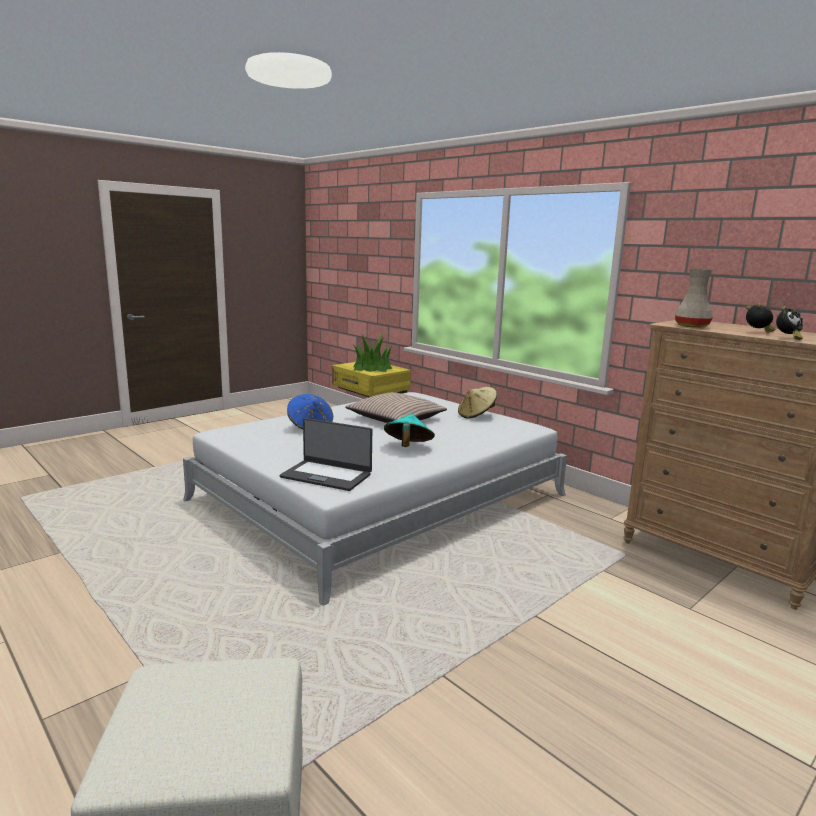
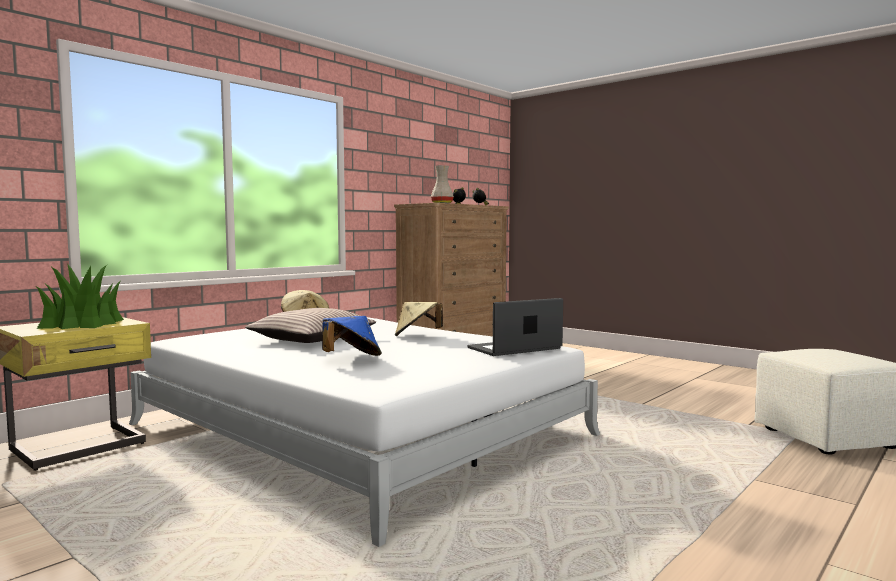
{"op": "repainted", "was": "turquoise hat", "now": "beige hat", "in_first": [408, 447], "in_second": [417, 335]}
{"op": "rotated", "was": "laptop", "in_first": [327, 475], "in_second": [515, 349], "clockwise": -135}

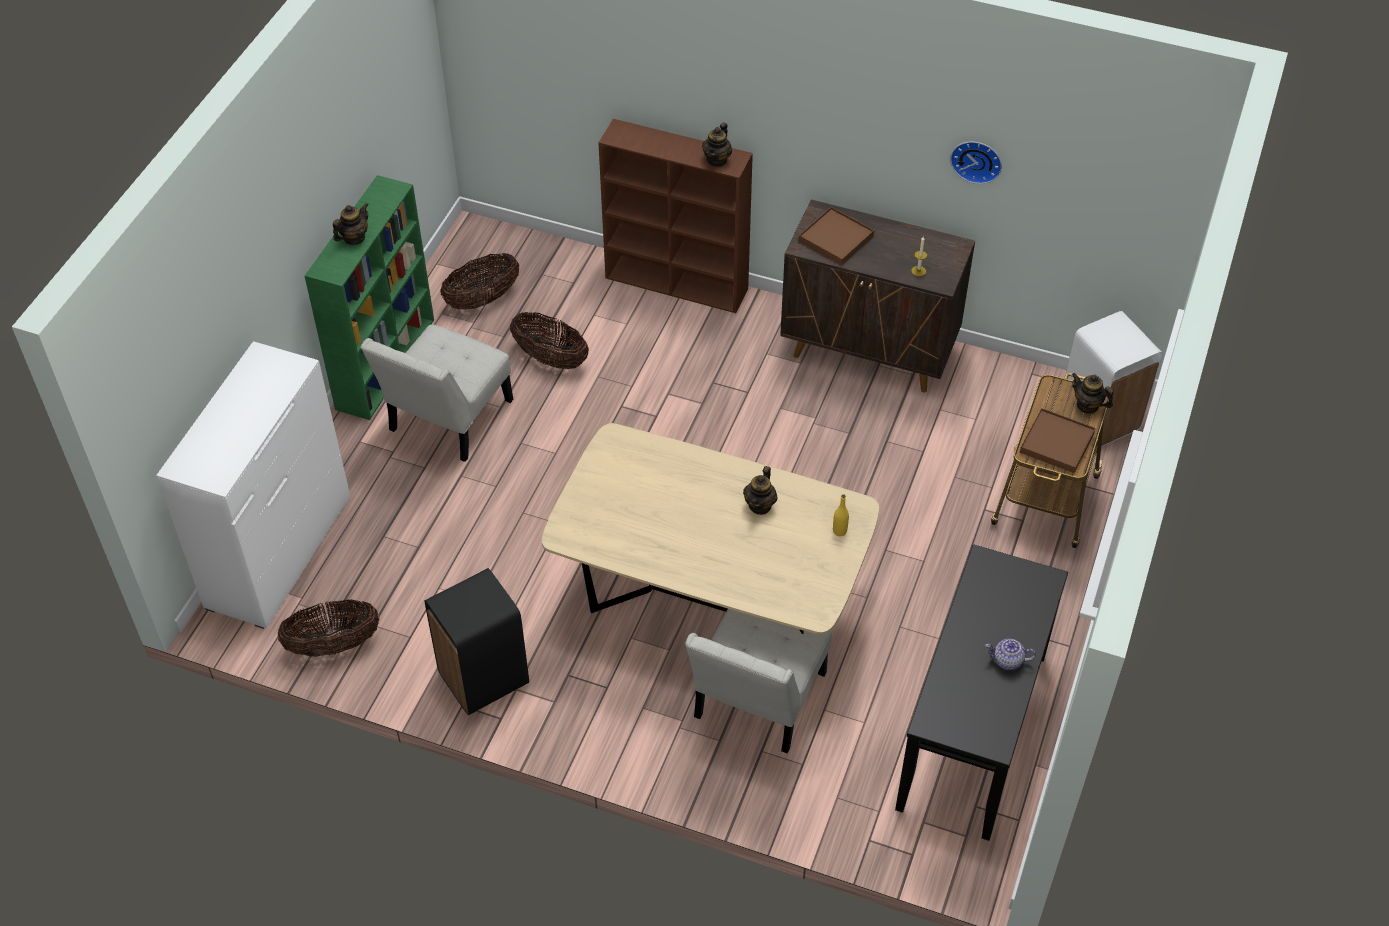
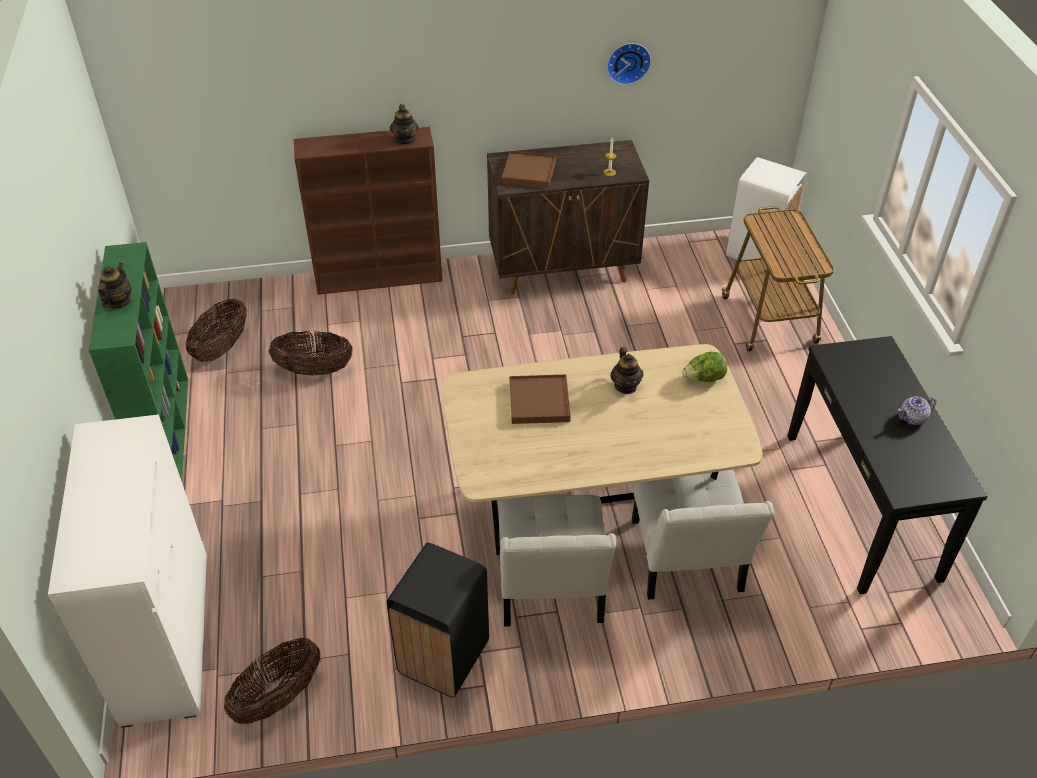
{"op": "shifted", "was": "white chair", "in_first": [447, 420], "in_second": [550, 589]}
{"op": "shifted", "was": "brown tray", "in_first": [1057, 443], "in_second": [539, 401]}
{"op": "swapped", "was": "yellow bottle", "now": "lettuce", "in_first": [839, 531], "in_second": [704, 379]}
{"op": "gone", "was": "teapot", "in_first": [1087, 405]}

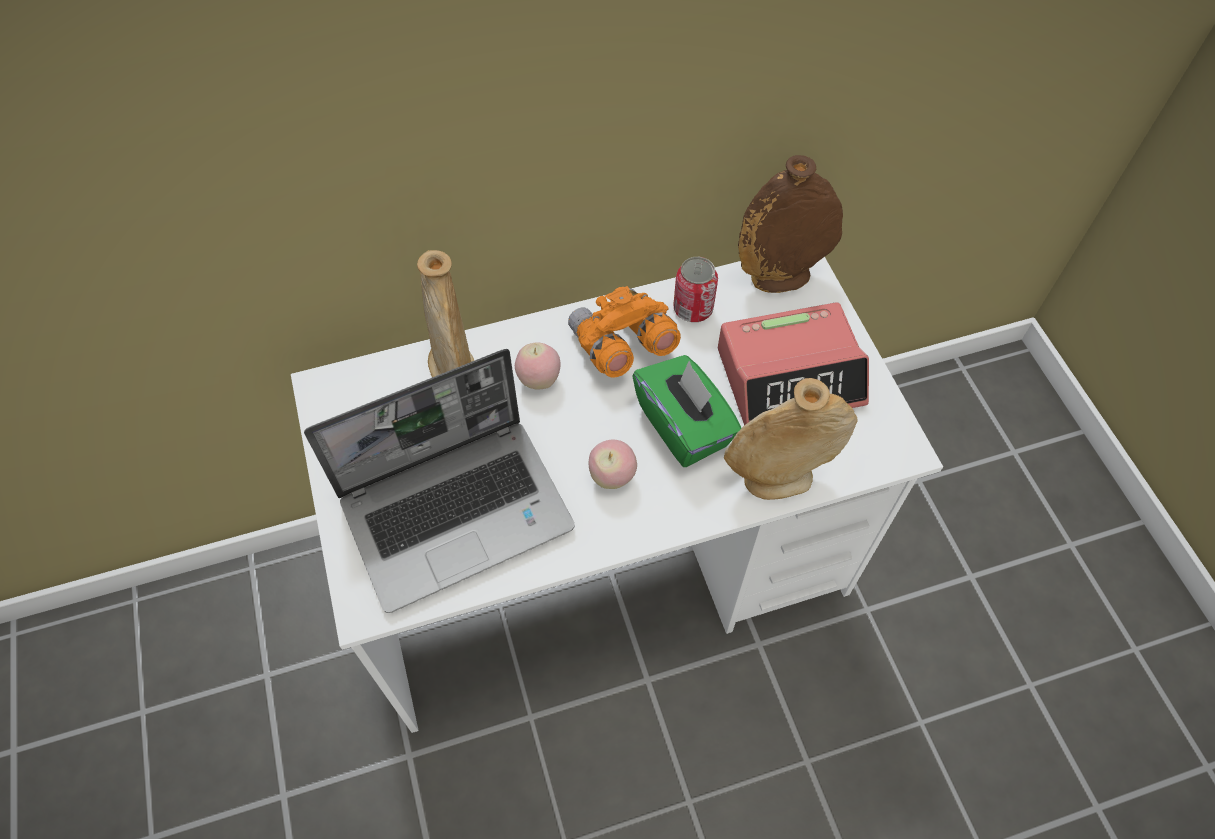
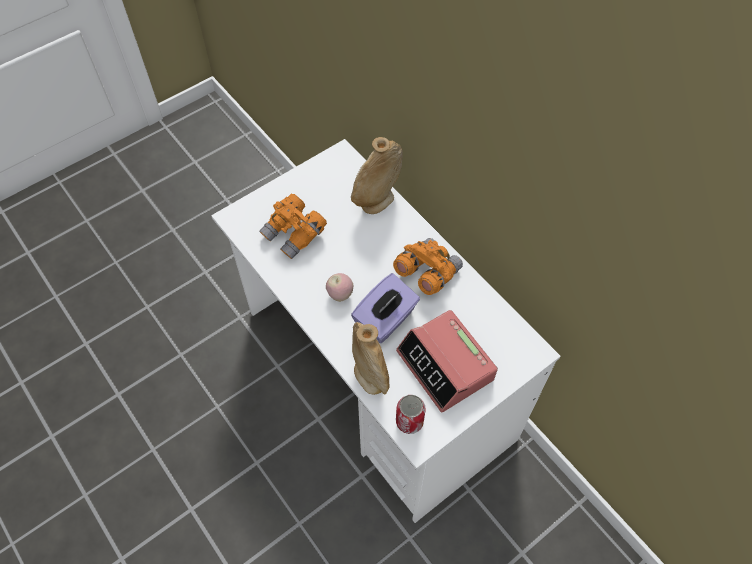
{"op": "swapped", "was": "laptop", "now": "orange binoculars", "in_first": [458, 511], "in_second": [294, 234]}
{"op": "repainted", "was": "green tissue box", "now": "purple tissue box", "in_first": [684, 426], "in_second": [386, 319]}
{"op": "shifted", "was": "can", "in_first": [693, 309], "in_second": [409, 421]}
{"op": "gone", "was": "apple", "in_first": [539, 380]}
{"op": "gone", "was": "brown vase", "in_first": [780, 277]}

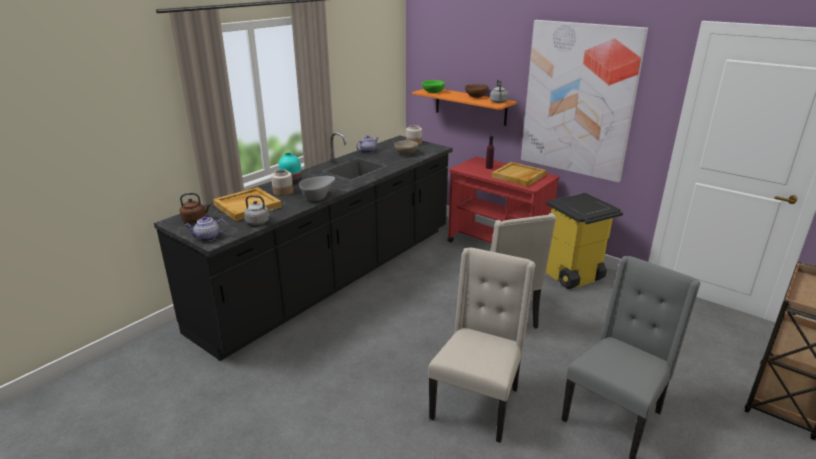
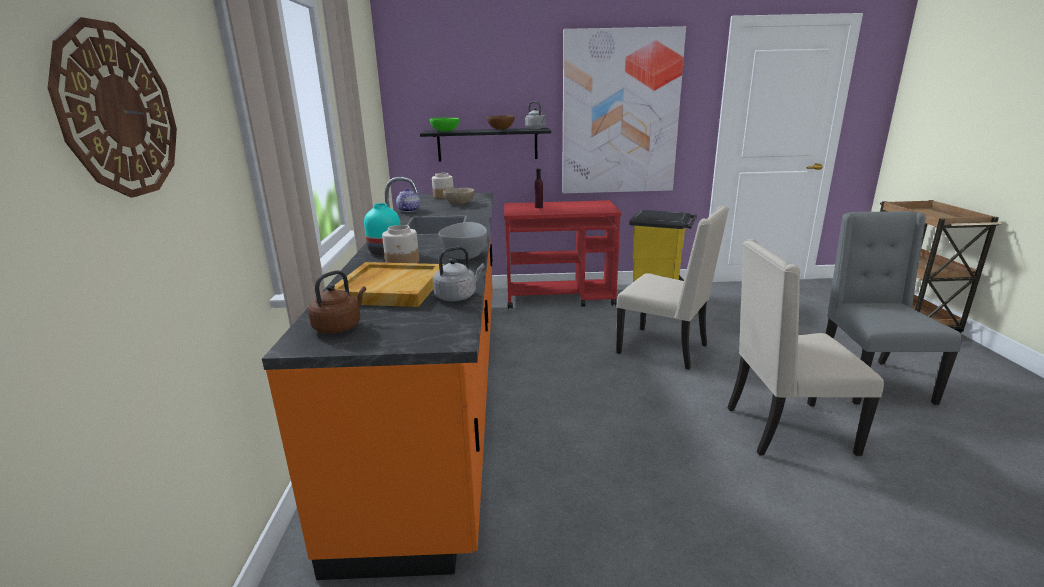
{"op": "new", "now": "wall clock", "in_second": [118, 111]}
{"op": "repainted", "was": "black counter", "now": "orange counter", "in_first": [334, 276], "in_second": [441, 388]}
{"op": "repainted", "was": "orange shelf", "now": "black shelf", "in_first": [470, 106], "in_second": [487, 144]}
{"op": "rotated", "was": "beige chair", "in_first": [477, 403], "in_second": [785, 430], "clockwise": -75}
{"op": "gone", "was": "teapot", "in_first": [207, 238]}
{"op": "gone", "was": "beige tray", "in_first": [518, 176]}

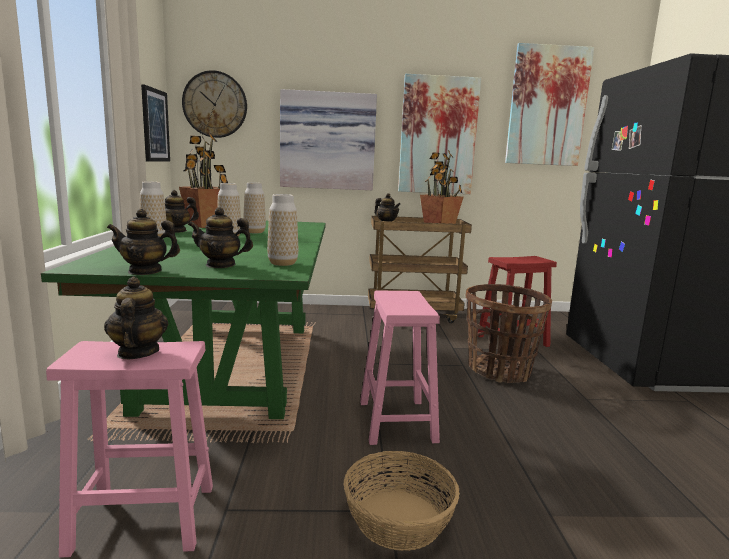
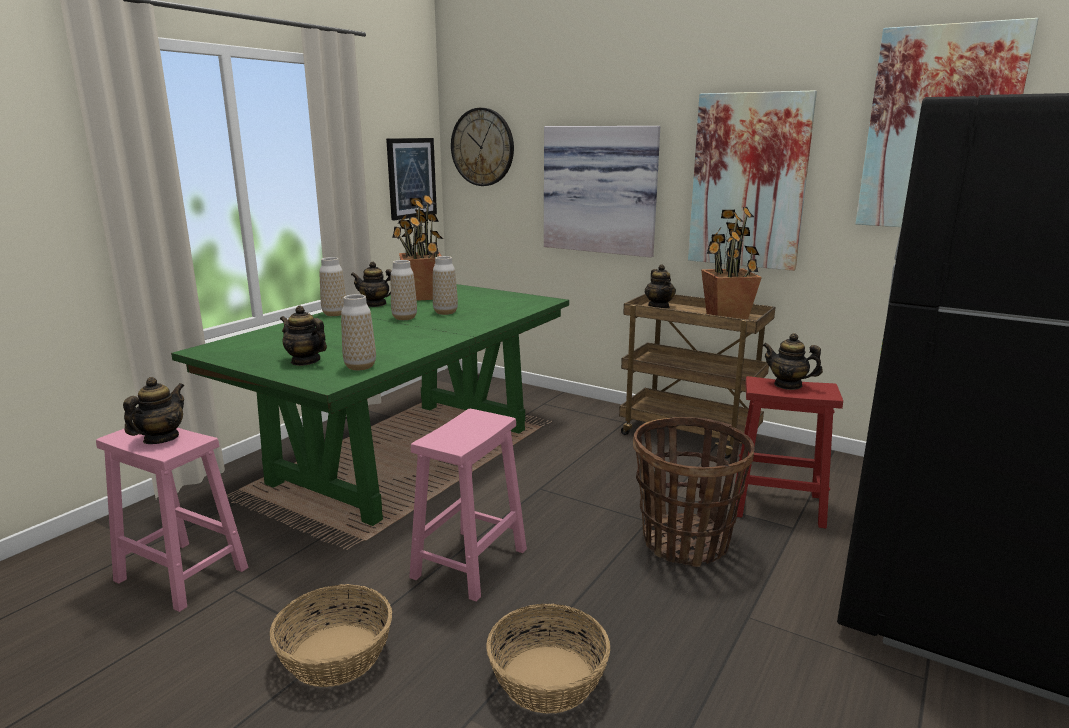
{"op": "new", "now": "basket", "in_second": [547, 679]}
{"op": "shifted", "was": "teapot", "in_first": [145, 271], "in_second": [788, 385]}

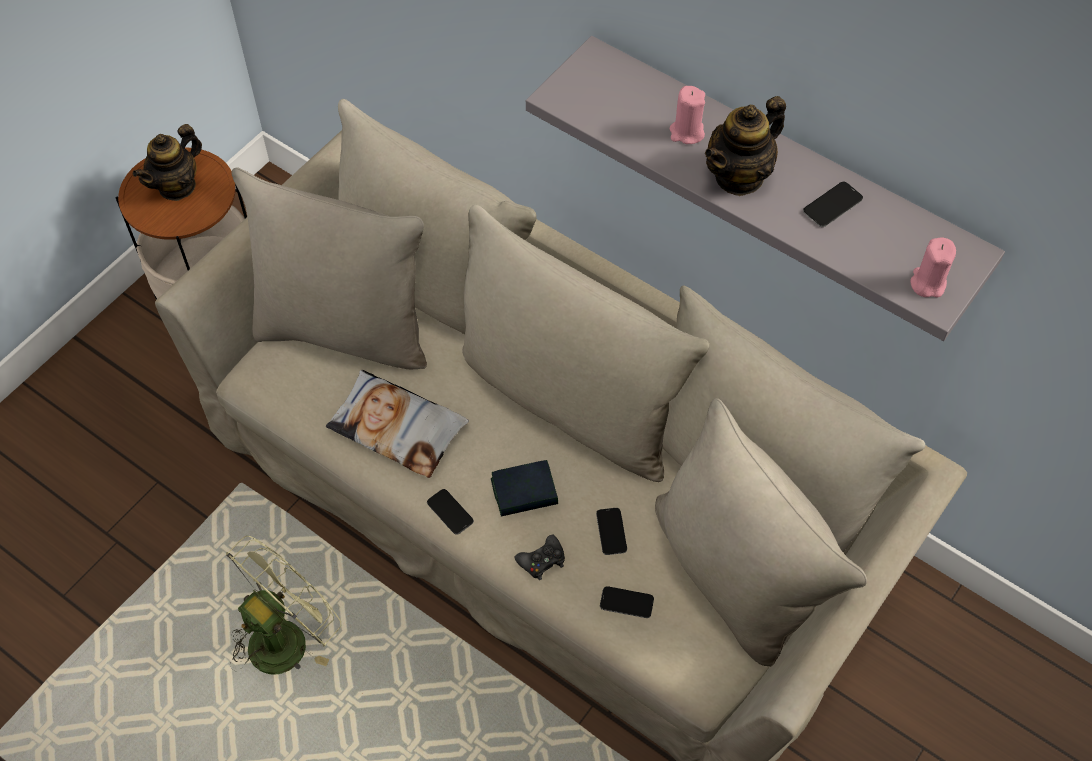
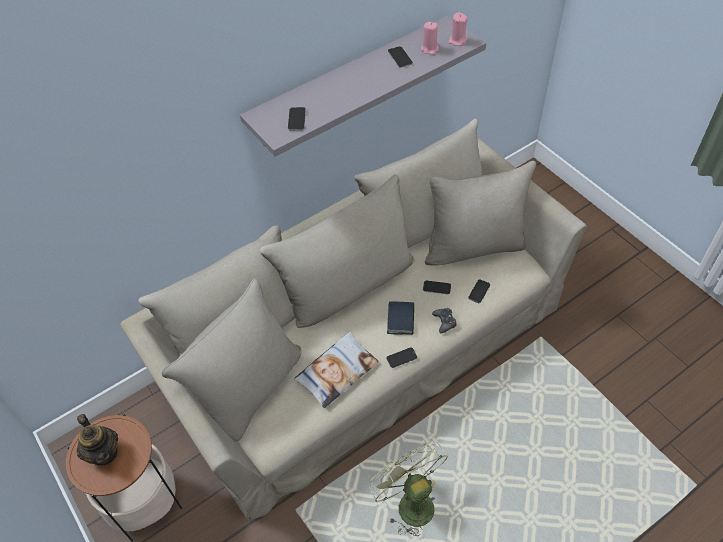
{"op": "new", "now": "phone", "in_second": [296, 119]}
{"op": "shifted", "was": "pink candle", "in_first": [686, 132], "in_second": [430, 49]}
{"op": "gone", "was": "teapot", "in_first": [739, 176]}

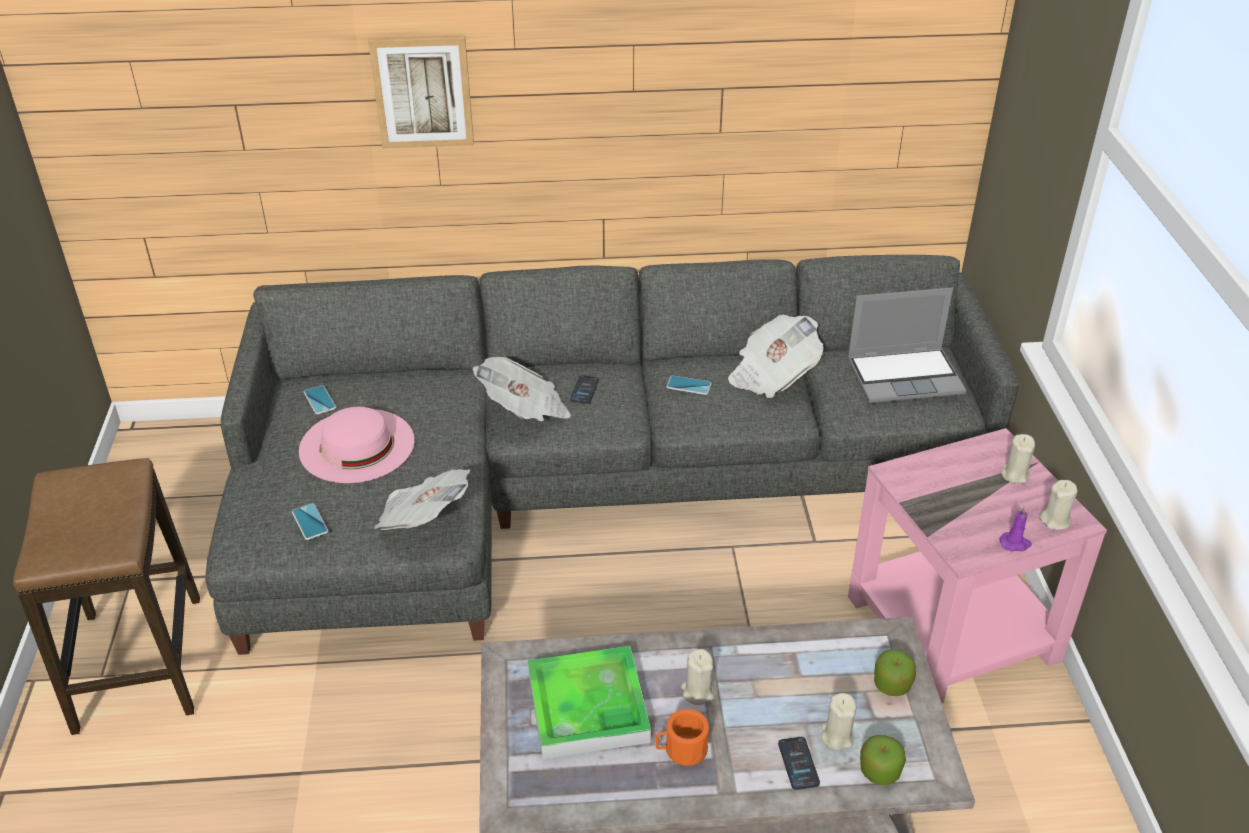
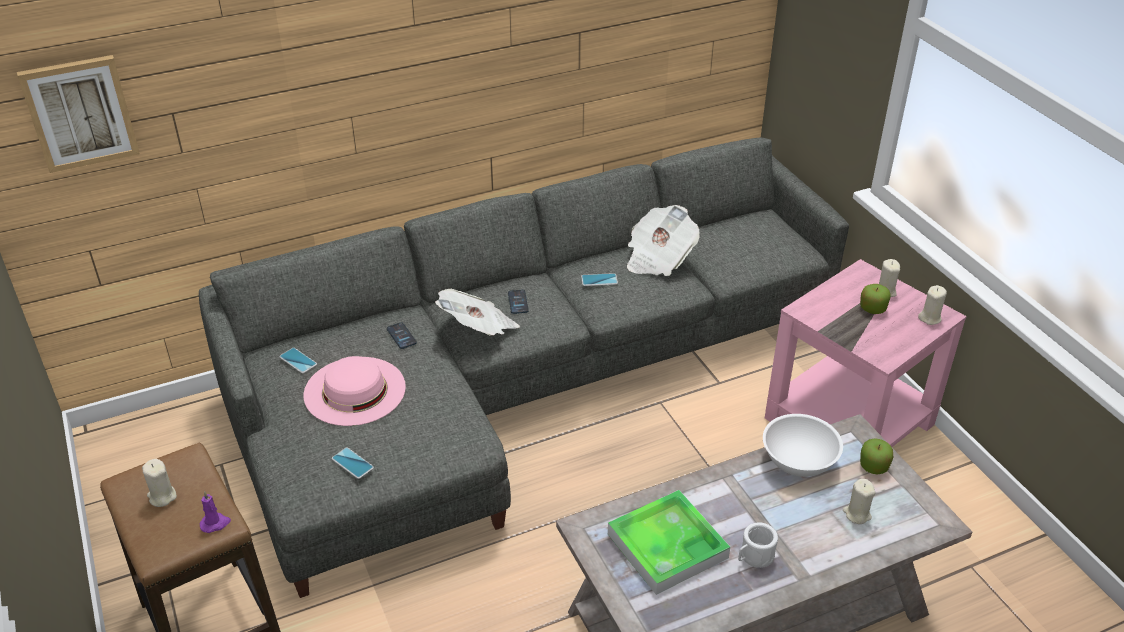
{"op": "shifted", "was": "picture", "in_first": [422, 91], "in_second": [80, 113]}
{"op": "shifted", "was": "beige candle", "in_first": [697, 692], "in_second": [162, 496]}
{"op": "shifted", "was": "purple candle", "in_first": [1015, 543], "in_second": [215, 523]}
{"op": "shifted", "was": "phone", "in_first": [798, 763], "in_second": [401, 336]}
{"op": "repainted", "was": "orange mug", "now": "white mug", "in_first": [681, 750], "in_second": [754, 556]}
{"op": "new", "now": "white bowl", "in_second": [798, 461]}
{"op": "shifted", "was": "apple", "in_first": [879, 771], "in_second": [872, 308]}
{"op": "gone", "was": "newspaper", "in_first": [424, 519]}
{"op": "gone", "was": "laptop", "in_first": [905, 376]}

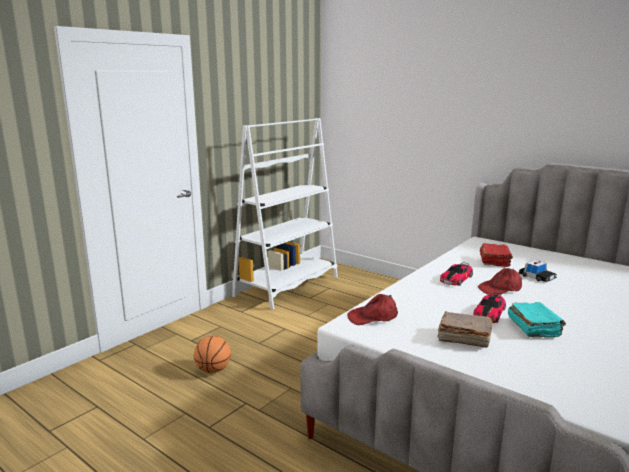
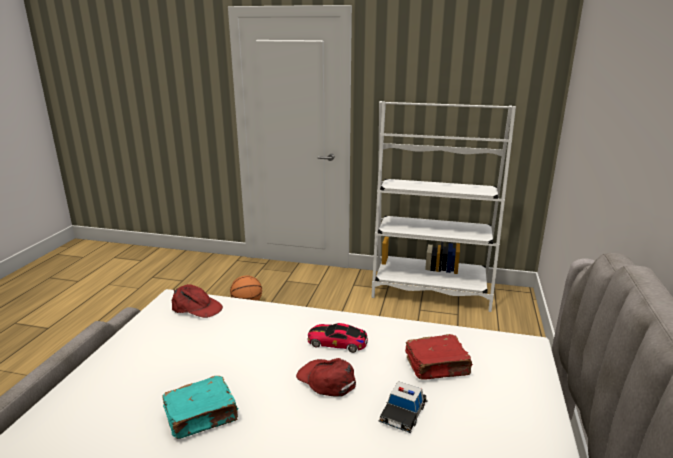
{"op": "rotated", "was": "red cap", "in_first": [373, 317], "in_second": [196, 308], "clockwise": 150}
{"op": "gone", "was": "brown book", "in_first": [463, 338]}
{"op": "gone", "was": "toy car", "in_first": [489, 313]}

